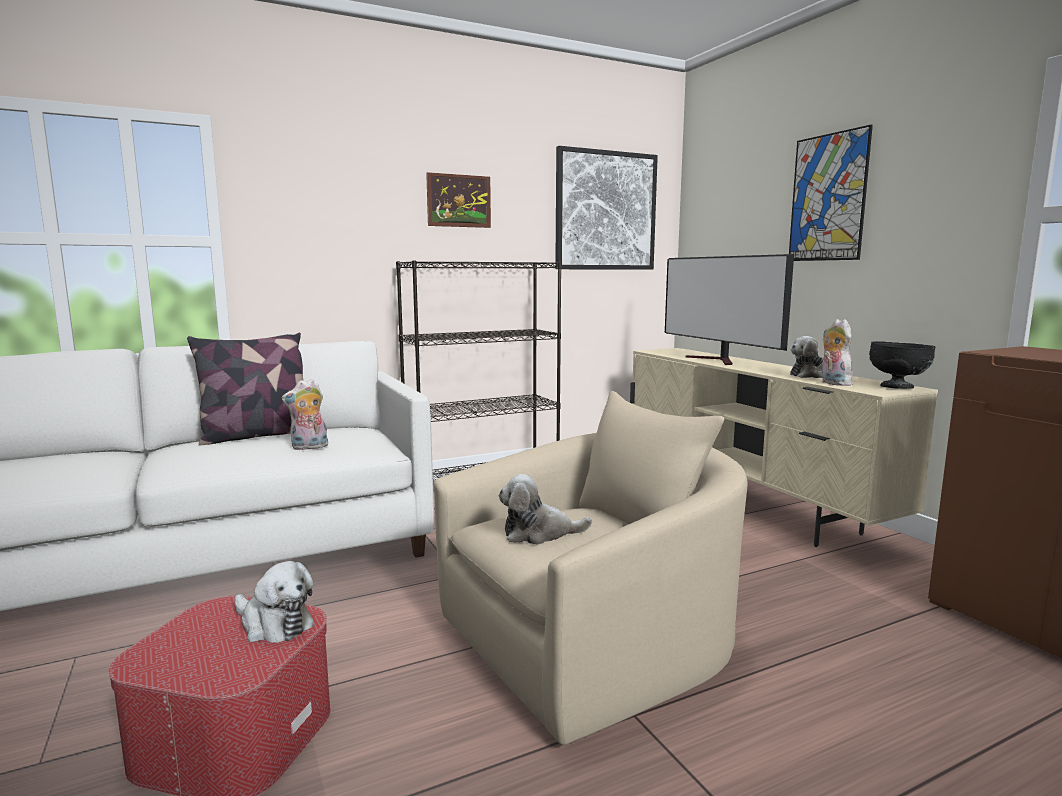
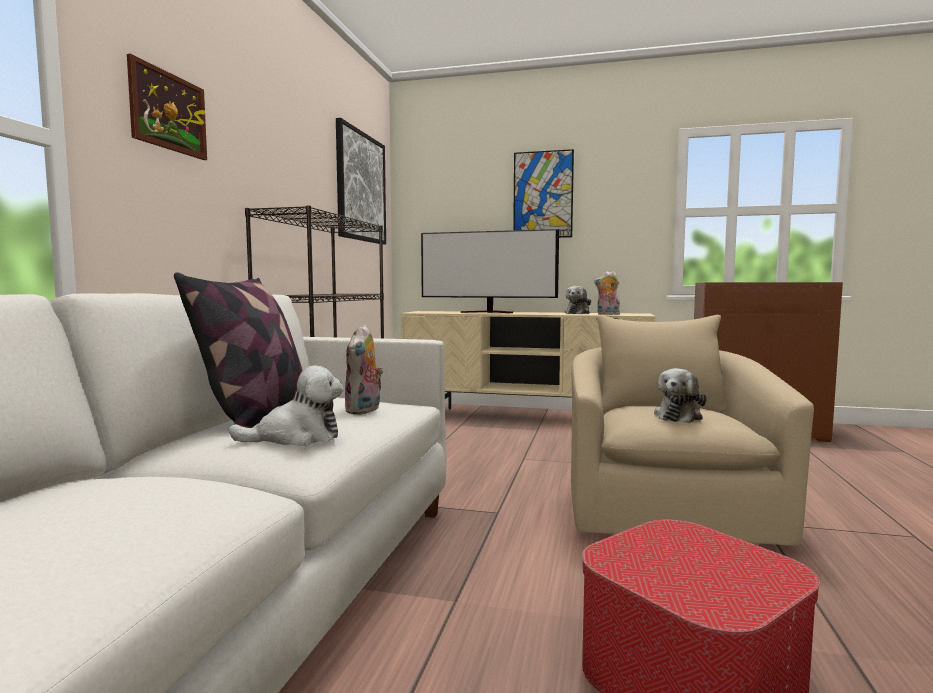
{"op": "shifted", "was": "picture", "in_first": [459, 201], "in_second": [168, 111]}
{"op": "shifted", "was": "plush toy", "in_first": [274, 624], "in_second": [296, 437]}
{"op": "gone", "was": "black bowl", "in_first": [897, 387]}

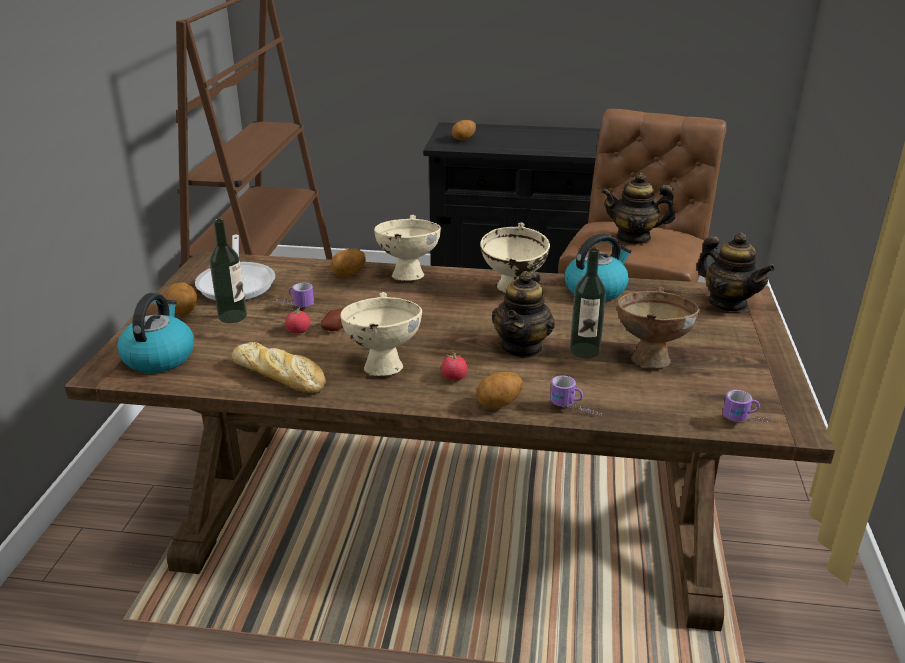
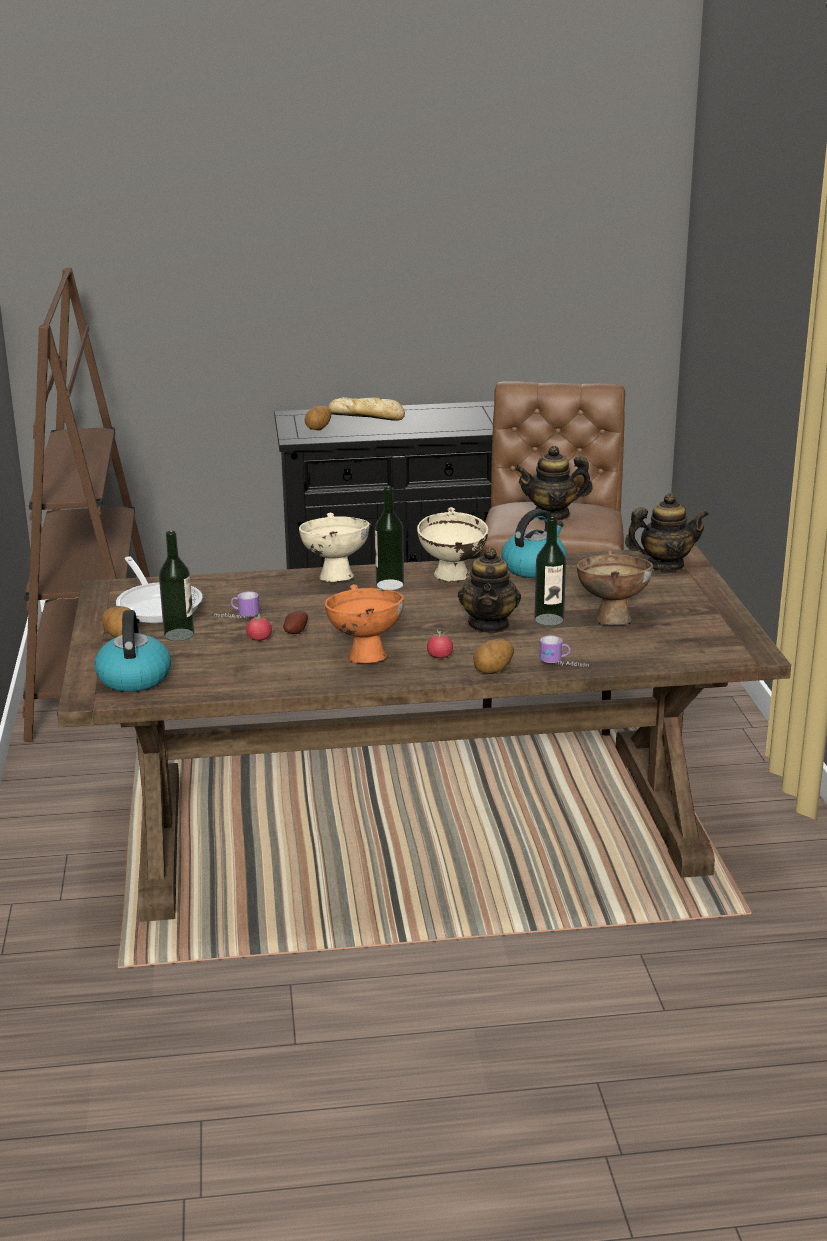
{"op": "repainted", "was": "beige bowl", "now": "orange bowl", "in_first": [383, 364], "in_second": [365, 654]}
{"op": "shifted", "was": "bread", "in_first": [280, 376], "in_second": [367, 416]}
{"op": "new", "now": "bottle", "in_second": [390, 585]}
{"op": "rotated", "was": "teapot", "in_first": [728, 303], "in_second": [664, 565], "clockwise": -45}
{"op": "gone", "was": "potato", "in_first": [349, 274]}
{"op": "gone", "was": "mug", "in_first": [749, 422]}

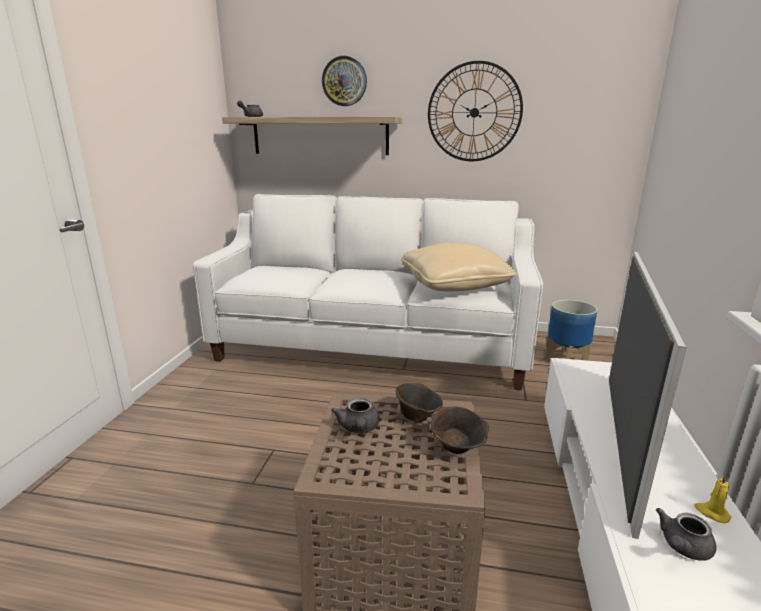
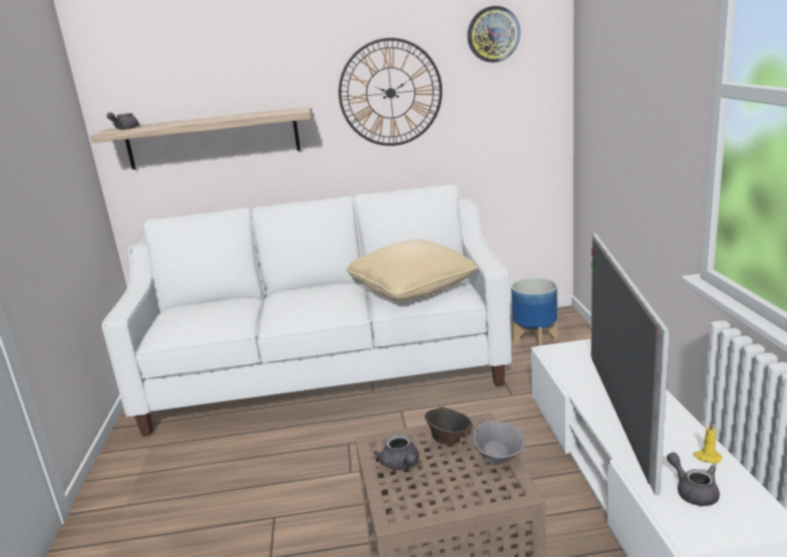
{"op": "shifted", "was": "wall clock", "in_first": [344, 81], "in_second": [493, 34]}
{"op": "repainted", "was": "brown bowl", "now": "grey bowl", "in_first": [458, 448], "in_second": [499, 458]}
{"op": "rotated", "was": "grey teapot", "in_first": [682, 547], "in_second": [693, 491], "clockwise": 120}

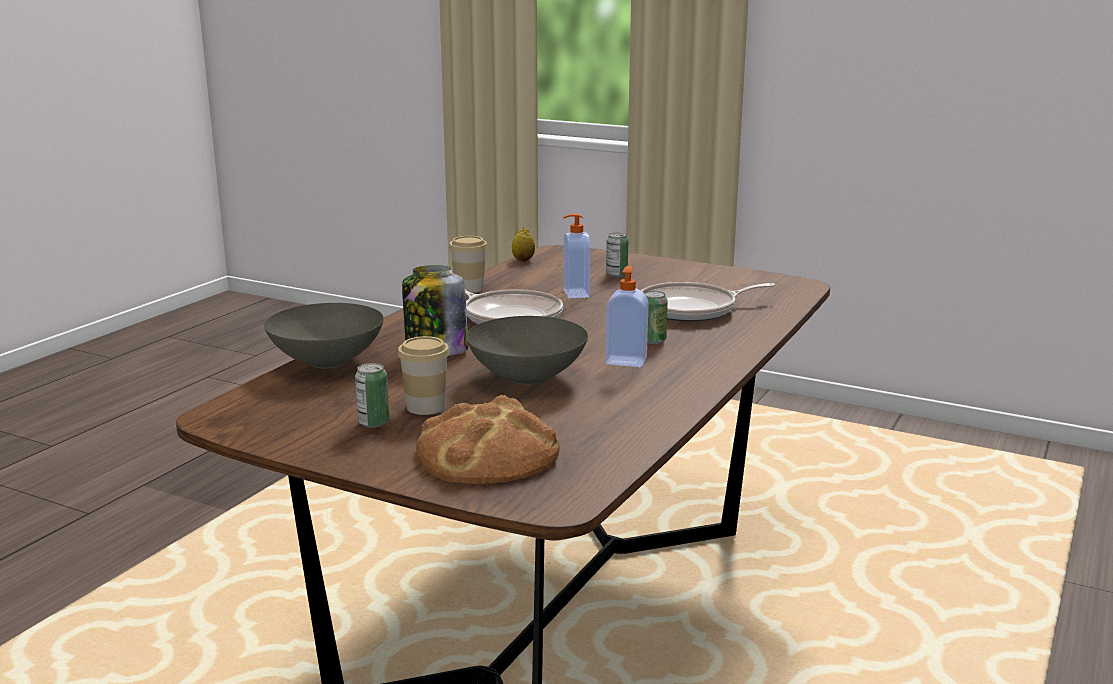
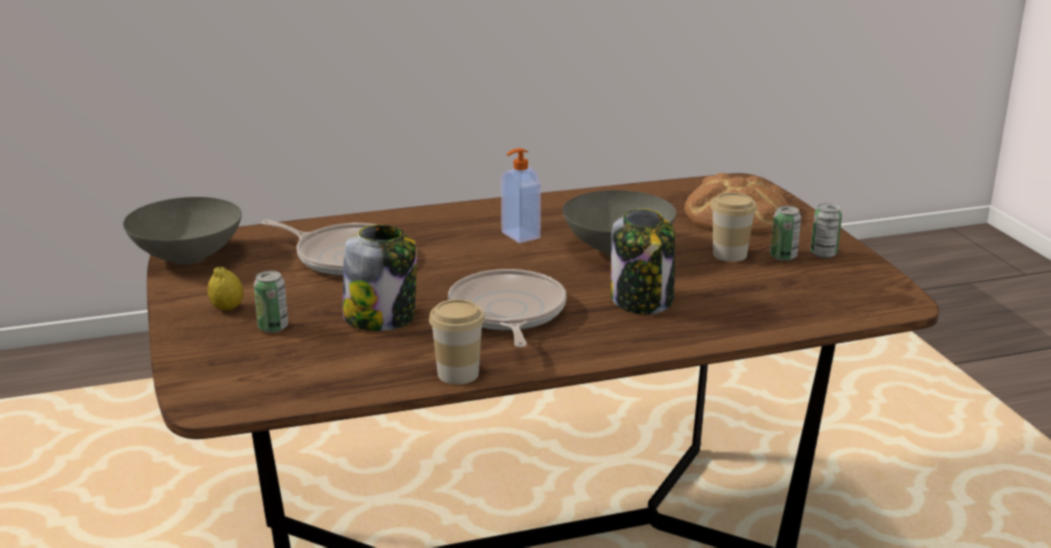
{"op": "shifted", "was": "grey bowl", "in_first": [326, 362], "in_second": [189, 257]}
{"op": "shifted", "was": "lemon", "in_first": [523, 260], "in_second": [227, 308]}
{"op": "swapped", "was": "soap dispenser", "now": "jar", "in_first": [575, 293], "in_second": [381, 318]}
{"op": "shifted", "was": "can", "in_first": [653, 340], "in_second": [823, 254]}

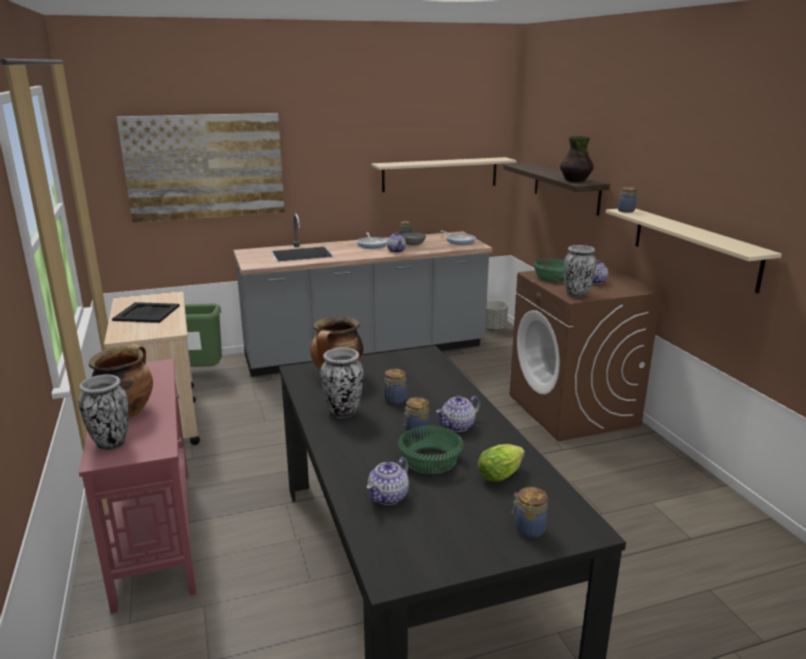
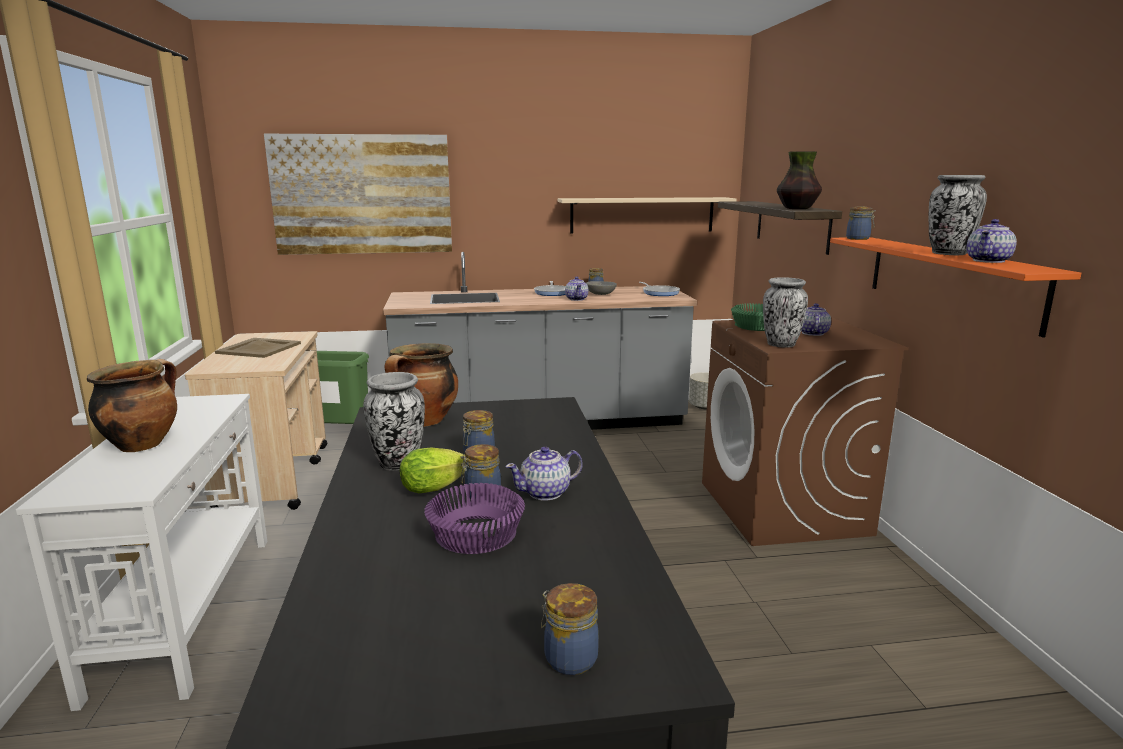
{"op": "repainted", "was": "red console table", "now": "white console table", "in_first": [155, 532], "in_second": [188, 609]}
{"op": "repainted", "was": "black tray", "now": "beige tray", "in_first": [146, 313], "in_second": [258, 348]}
{"op": "shifted", "was": "lettuce", "in_first": [502, 474], "in_second": [437, 488]}
{"op": "repainted", "was": "green bowl", "now": "purple bowl", "in_first": [431, 460], "in_second": [478, 534]}
{"op": "repainted", "was": "beige shelf", "now": "orange shelf", "in_first": [693, 247], "in_second": [949, 280]}
{"op": "shifted", "was": "vase", "in_first": [110, 443], "in_second": [948, 253]}
{"op": "shifted", "was": "teapot", "in_first": [389, 496], "in_second": [989, 261]}

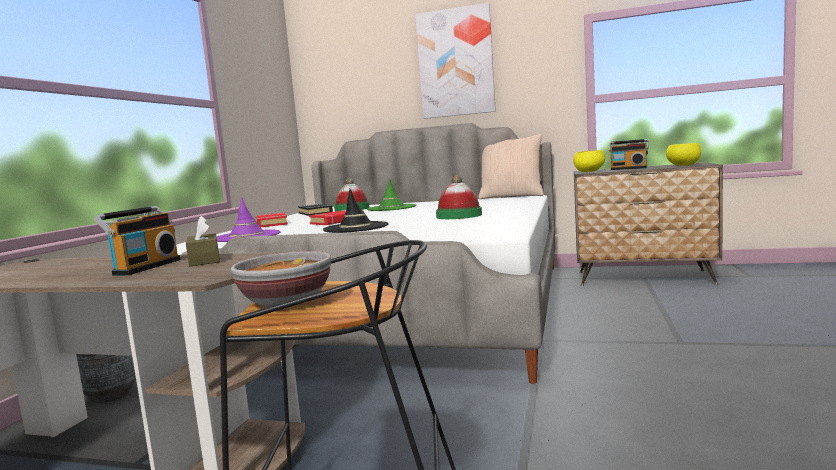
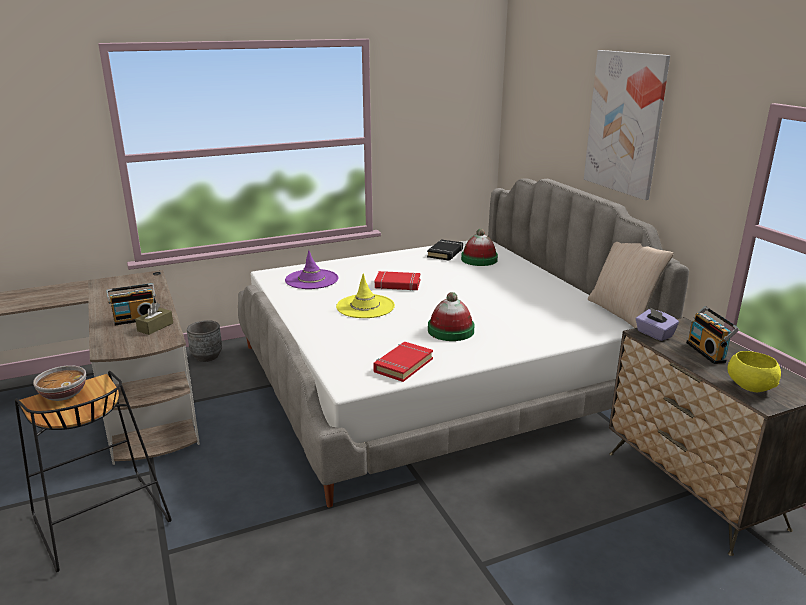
{"op": "repainted", "was": "black hat", "now": "yellow hat", "in_first": [356, 228], "in_second": [365, 307]}
{"op": "shifted", "was": "red book", "in_first": [271, 224], "in_second": [403, 365]}
{"op": "swapped", "was": "yellow bowl", "now": "purple tissue box", "in_first": [589, 172], "in_second": [654, 334]}
{"op": "gone", "was": "green hat", "in_first": [391, 208]}

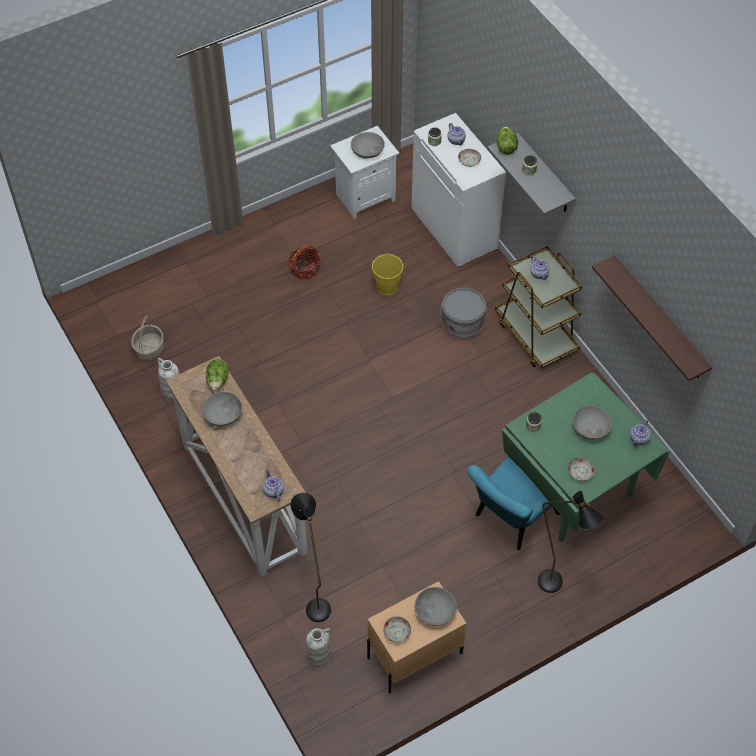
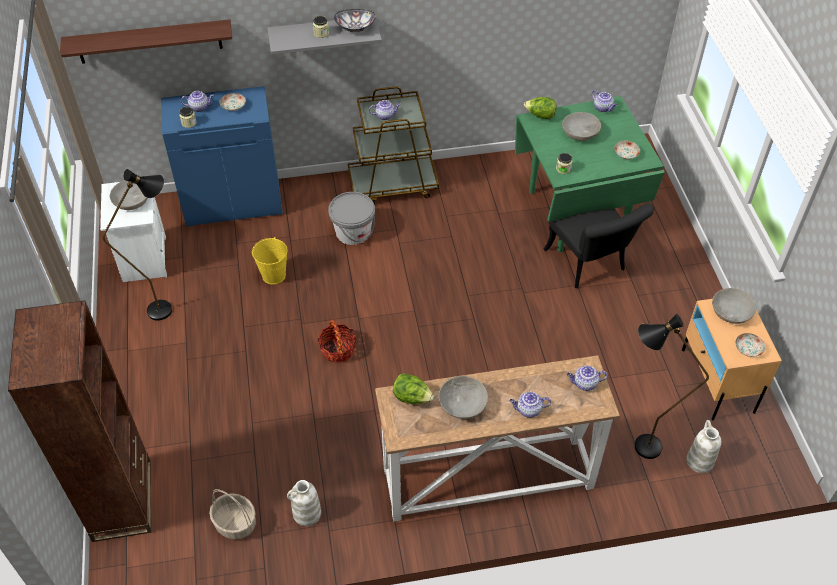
{"op": "new", "now": "brown bookcase", "in_second": [122, 500]}
{"op": "shifted", "was": "shelf", "in_first": [659, 319], "in_second": [149, 41]}
{"op": "shifted", "was": "black floor lamp", "in_first": [557, 588], "in_second": [169, 308]}
{"op": "repainted", "was": "white cabinet", "now": "blue cabinet", "in_first": [455, 229], "in_second": [233, 202]}
{"op": "shifted", "was": "basket", "in_first": [305, 269], "in_second": [338, 349]}
{"op": "new", "now": "bowl", "in_second": [355, 28]}
{"op": "new", "now": "teapot", "in_second": [528, 410]}
{"op": "shifted", "was": "lettuce", "in_first": [506, 147], "in_second": [540, 116]}
{"op": "repainted", "was": "turquoise chair", "now": "black chair", "in_first": [510, 519], "in_second": [589, 265]}

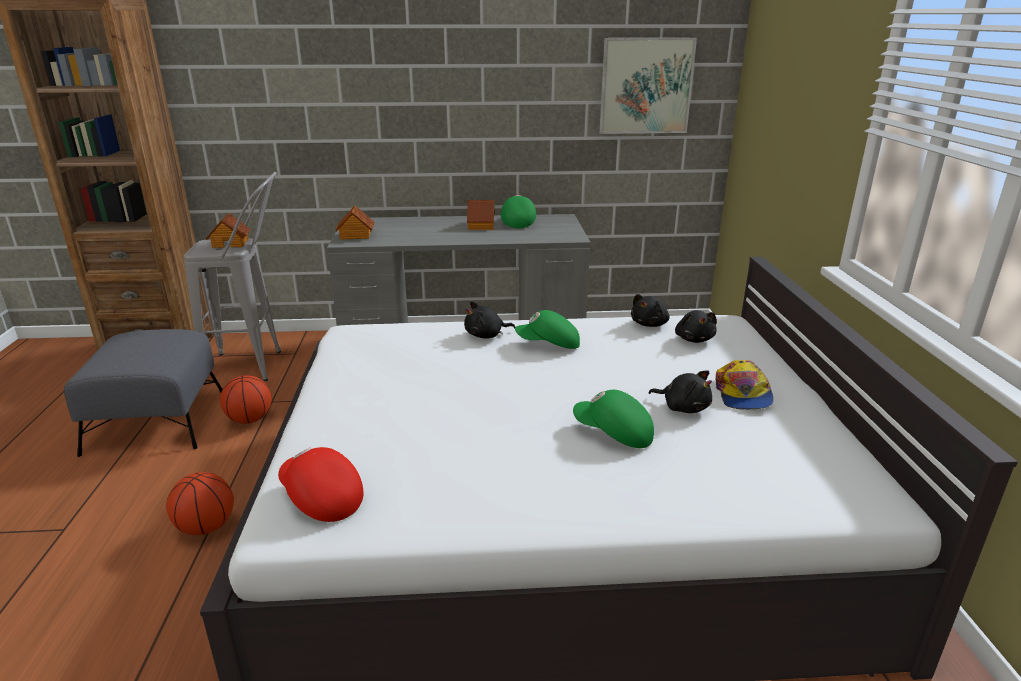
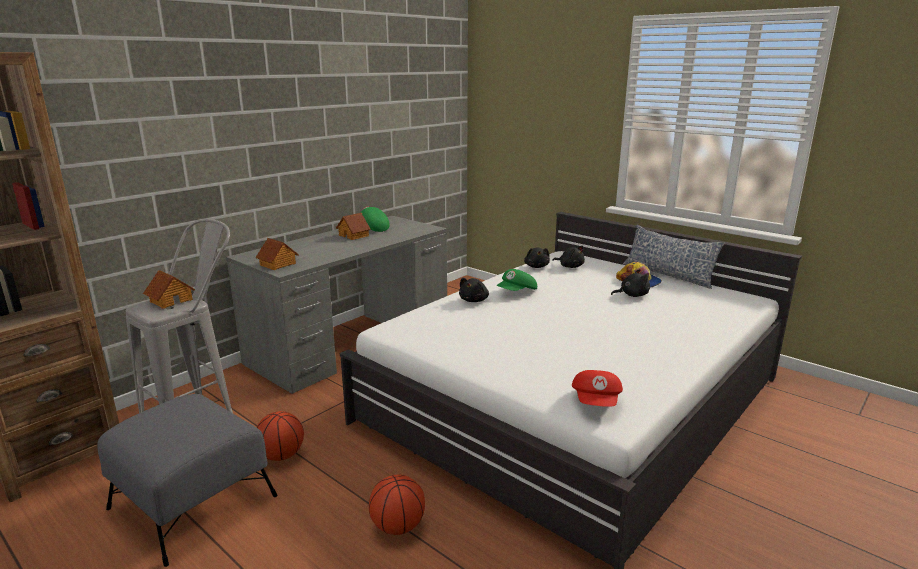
{"op": "rotated", "was": "red cap", "in_first": [320, 498], "in_second": [596, 402], "clockwise": -75}
{"op": "new", "now": "pillow", "in_second": [668, 274]}
{"op": "gone", "was": "green cap", "in_first": [613, 434]}
{"op": "gone", "was": "picture", "in_first": [646, 86]}

